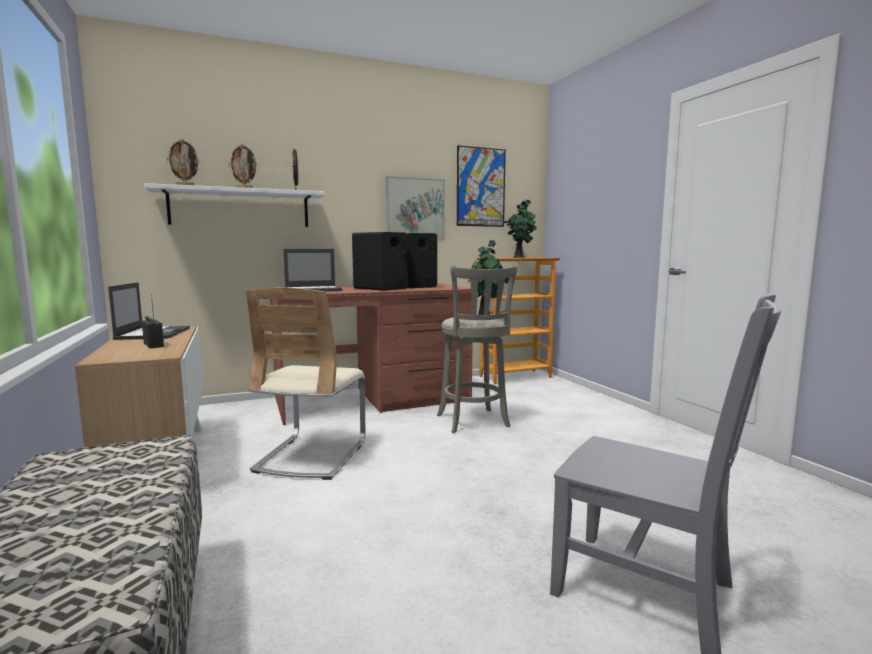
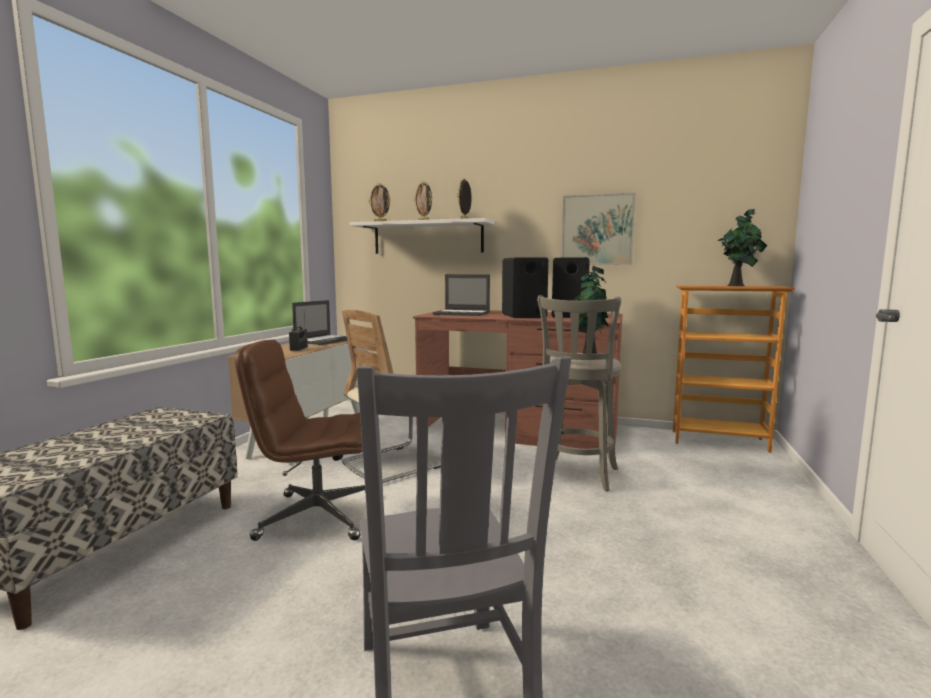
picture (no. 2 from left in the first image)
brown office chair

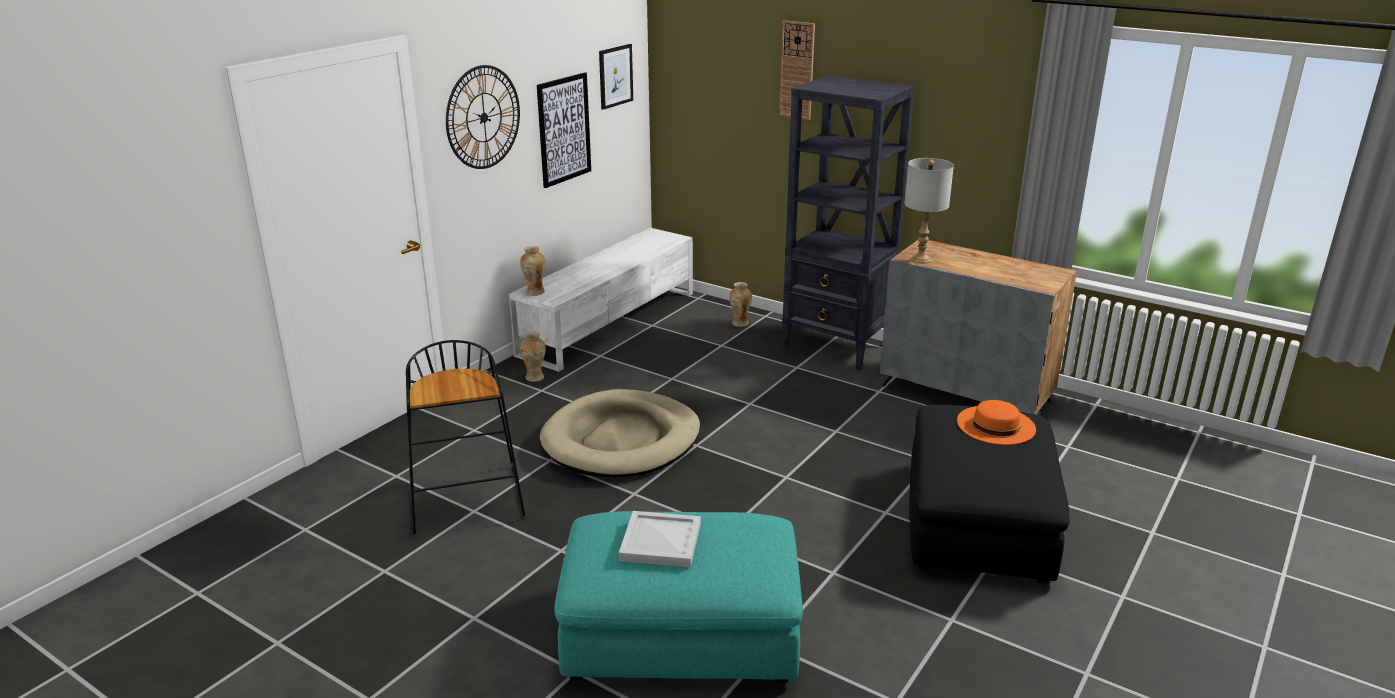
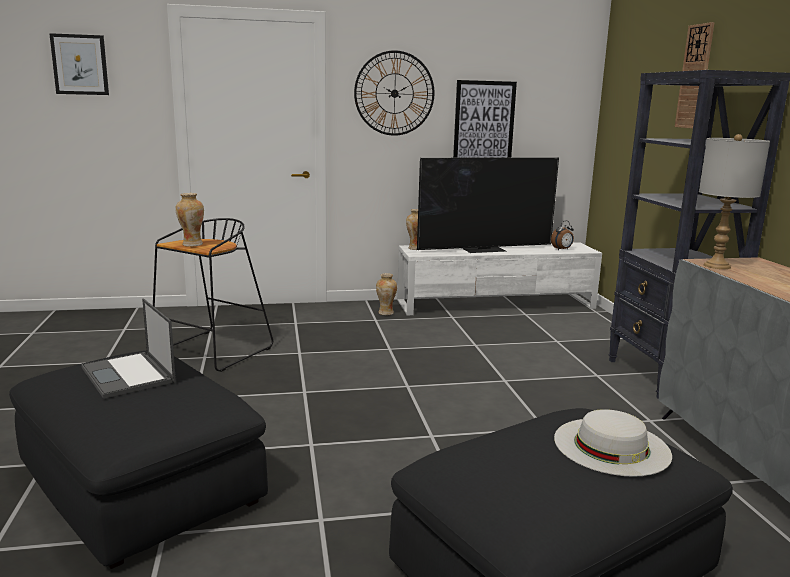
picture (no. 1 from left)
vase (no. 1 from left)
beige dog bed
white hat
black ottoman (no. 1 from left)
laptop
television
alarm clock

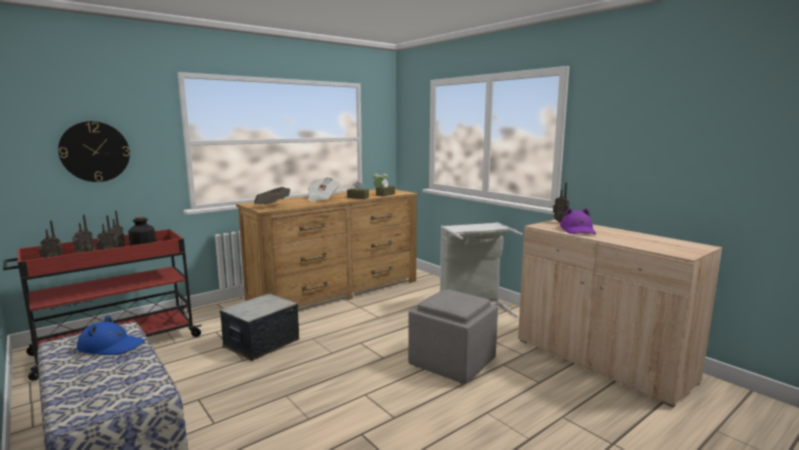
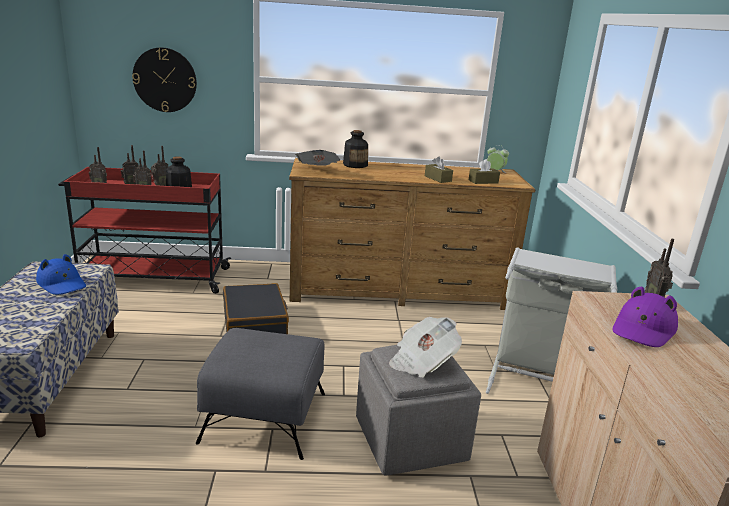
newspaper (no. 2 from left)
black suitcase
bottle (no. 2 from left)
grey ottoman (no. 1 from left)

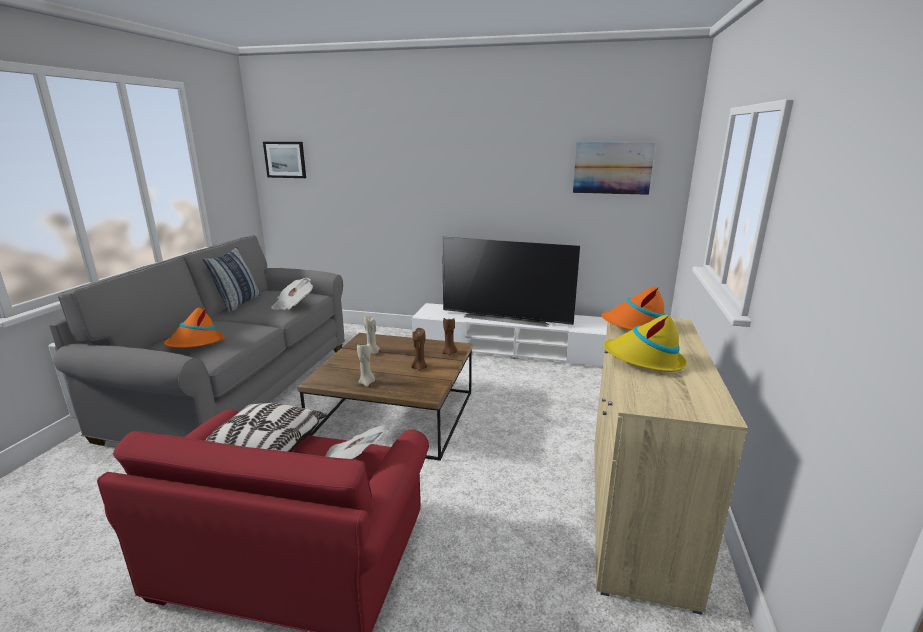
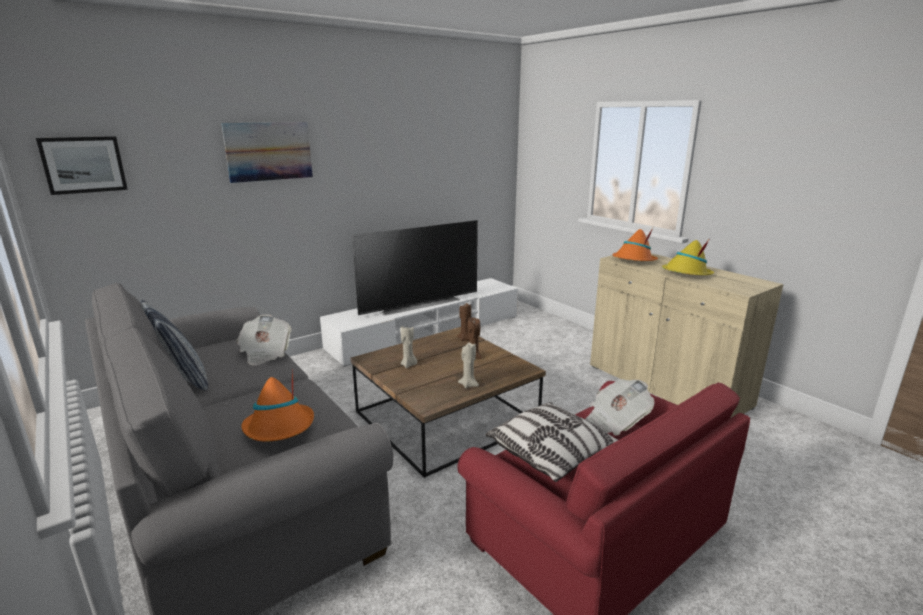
picture (no. 2 from left)

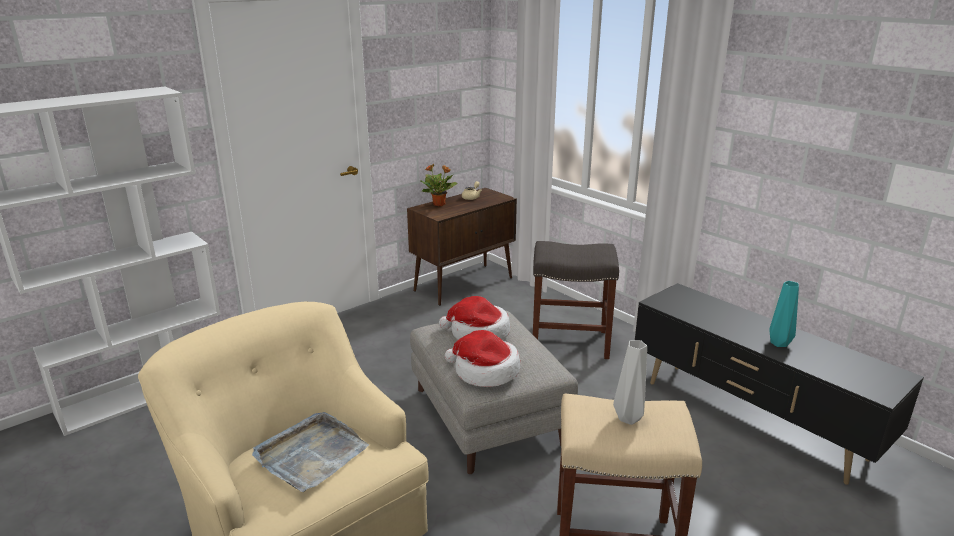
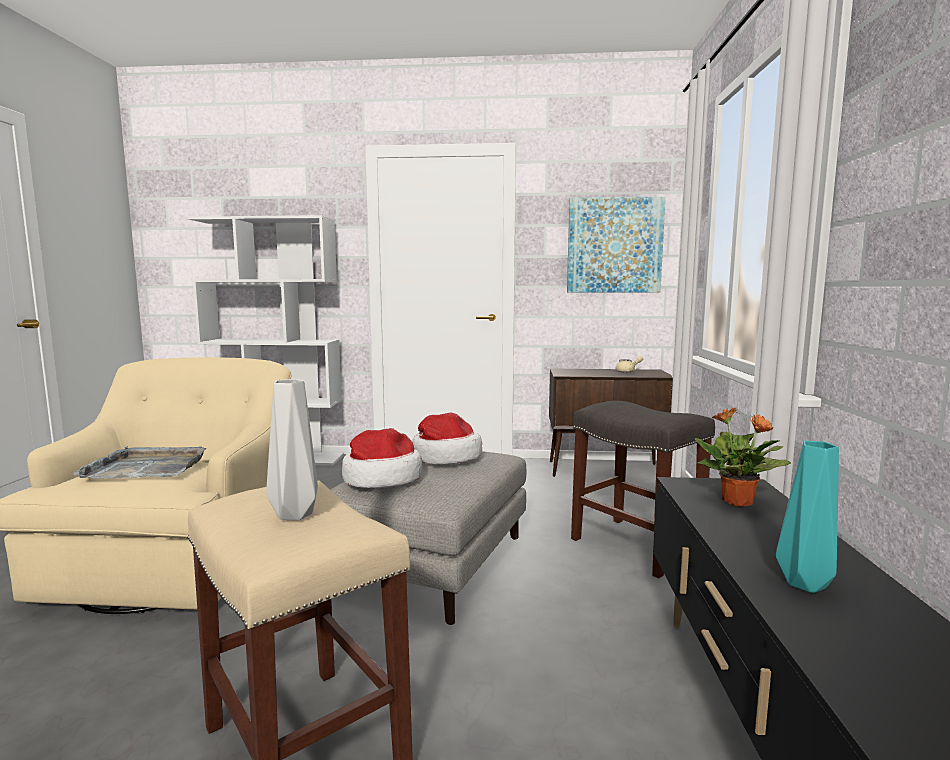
potted plant
picture

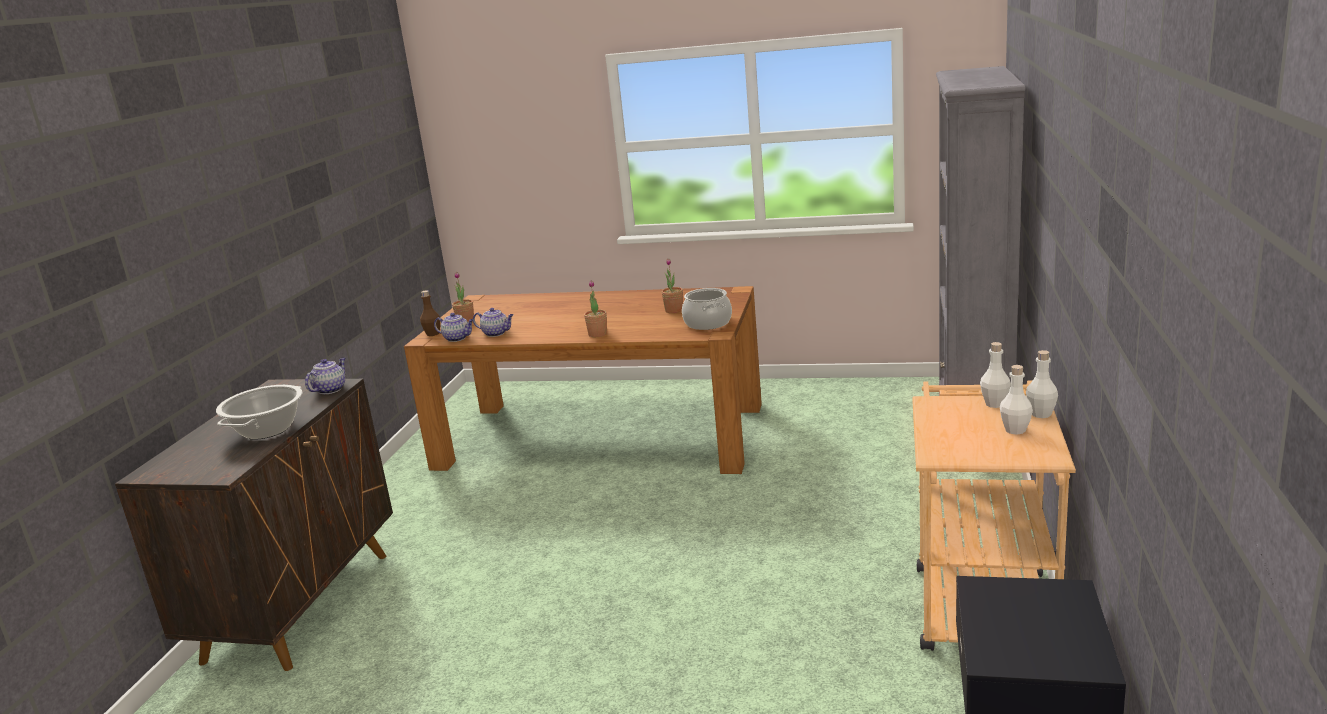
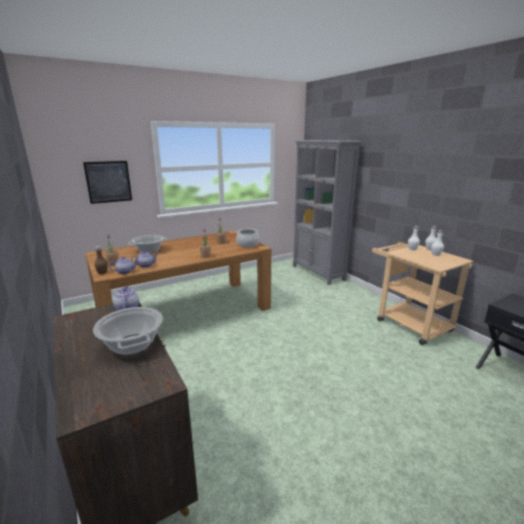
picture
cooking pot (no. 2 from left)

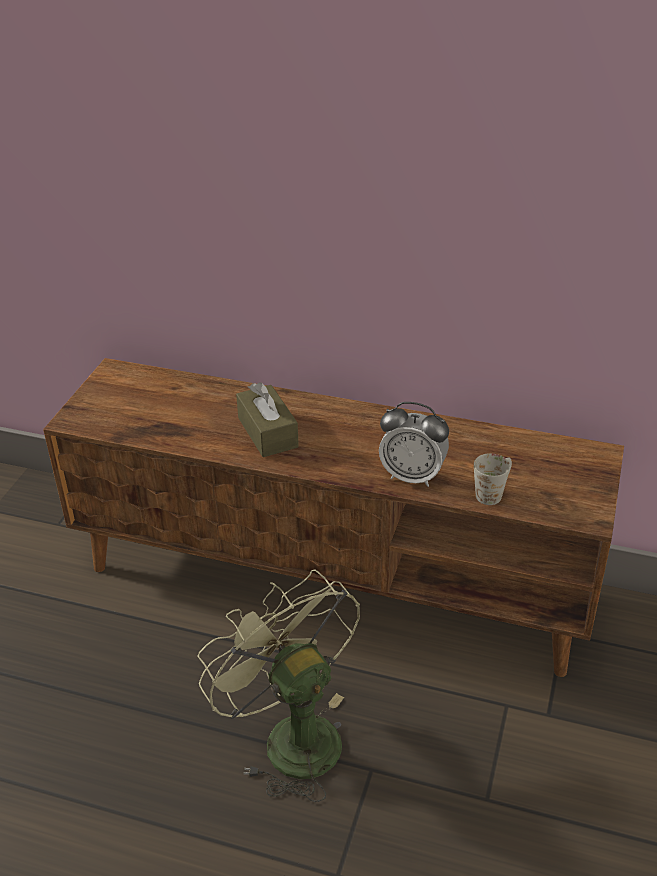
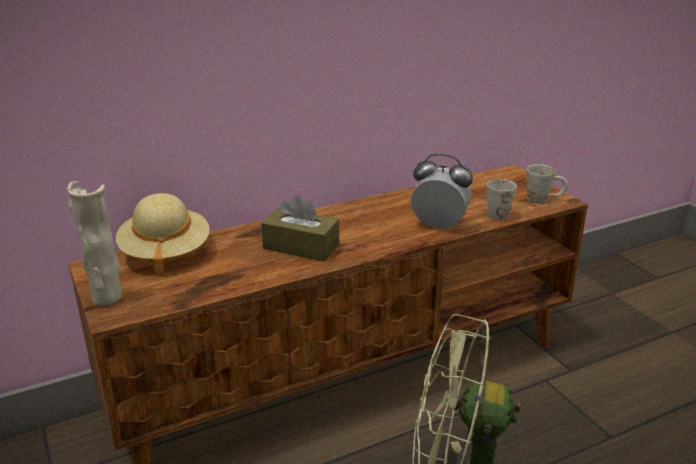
alarm clock
white mug (no. 2 from left)
beige vase
beige hat

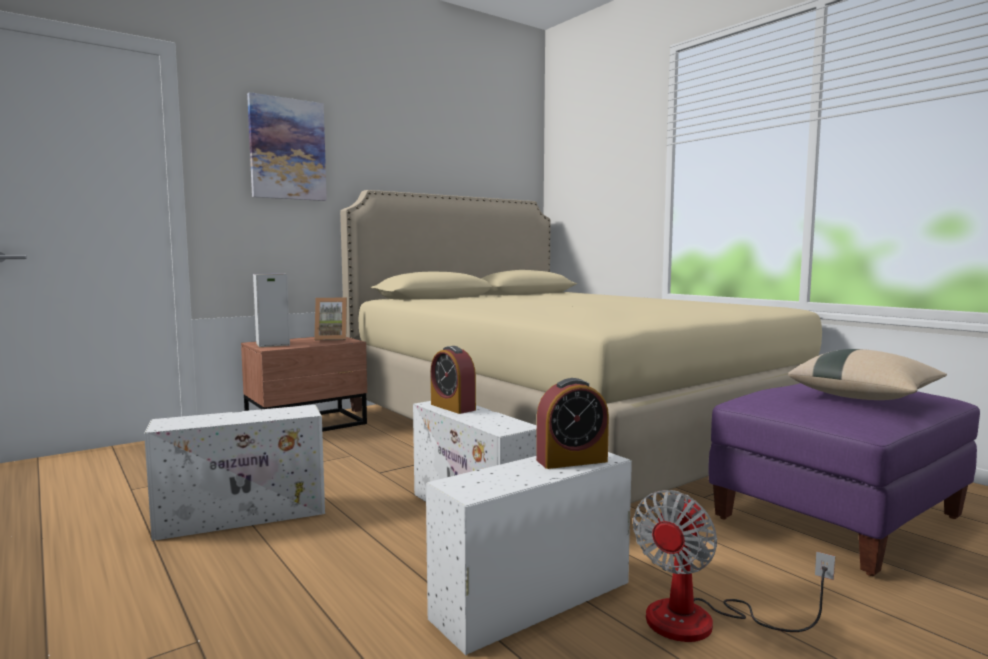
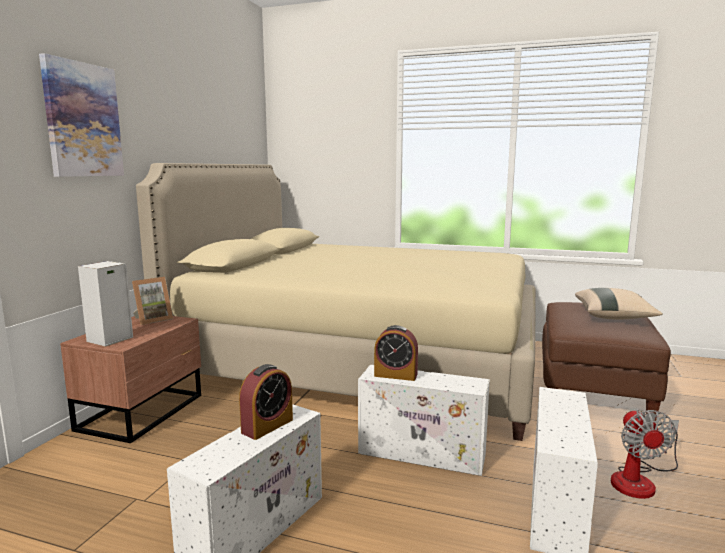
alarm clock (no. 1 from left)
brown ottoman

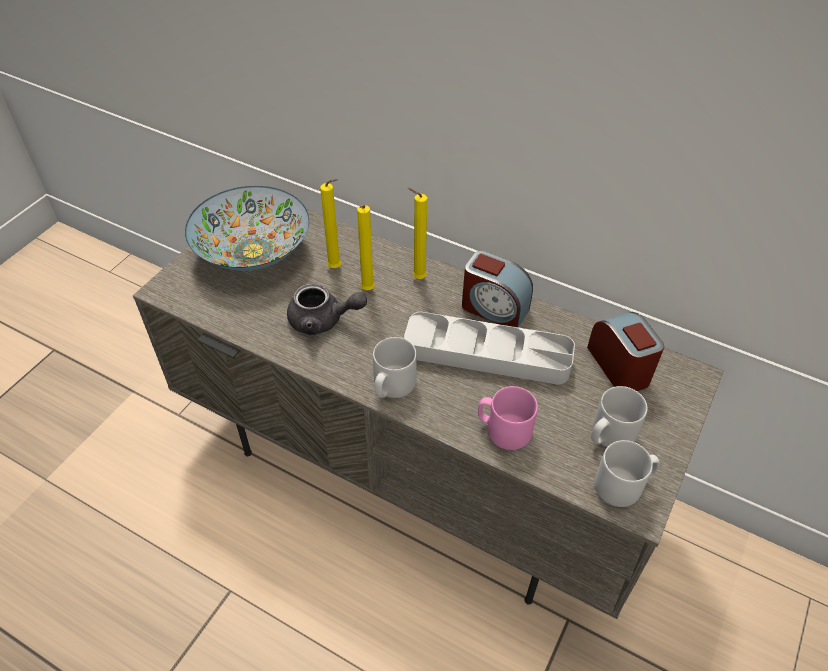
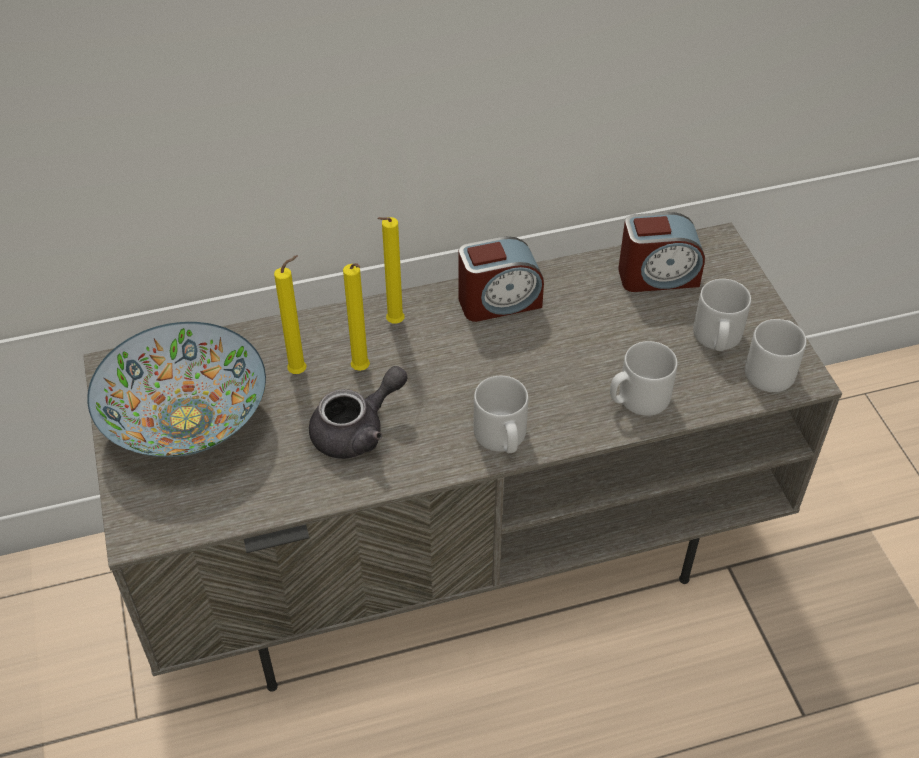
grey tray
alarm clock (no. 2 from left)
grey mug (no. 2 from left)

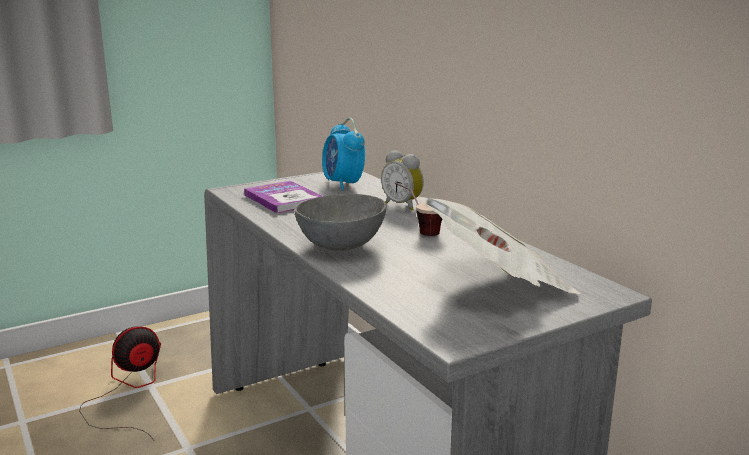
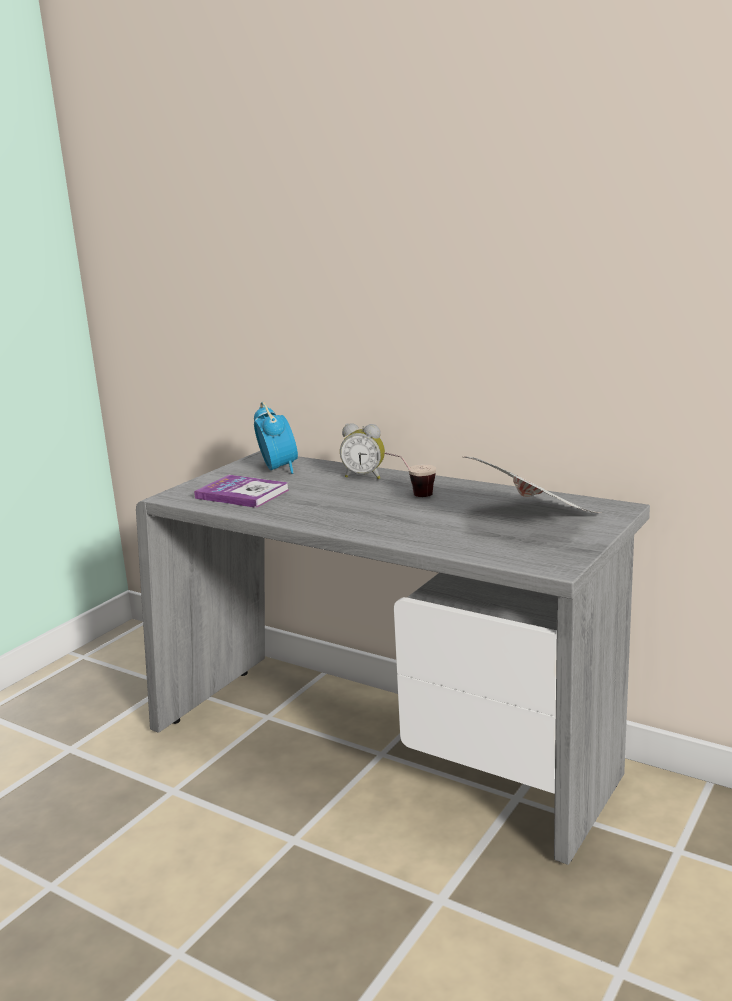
alarm clock (no. 1 from left)
grey bowl
fan

